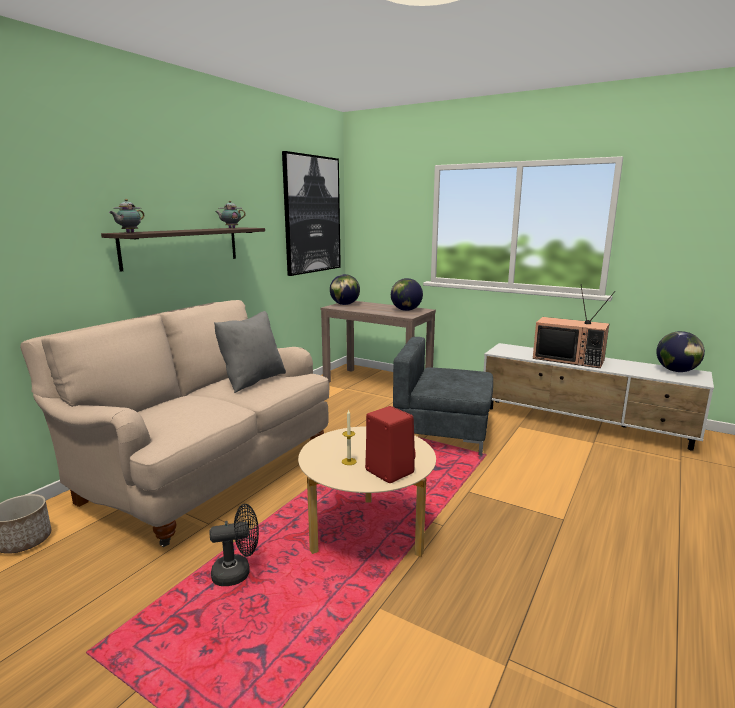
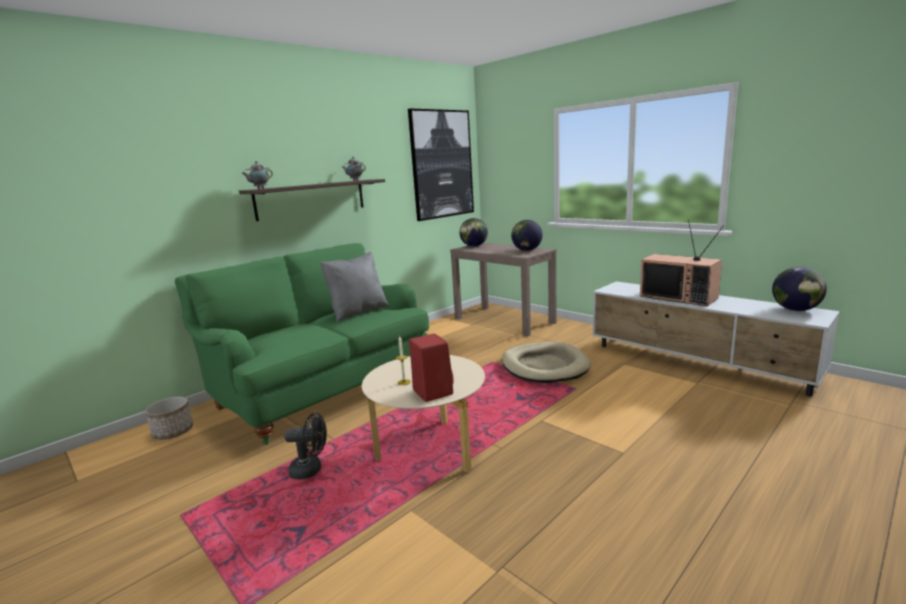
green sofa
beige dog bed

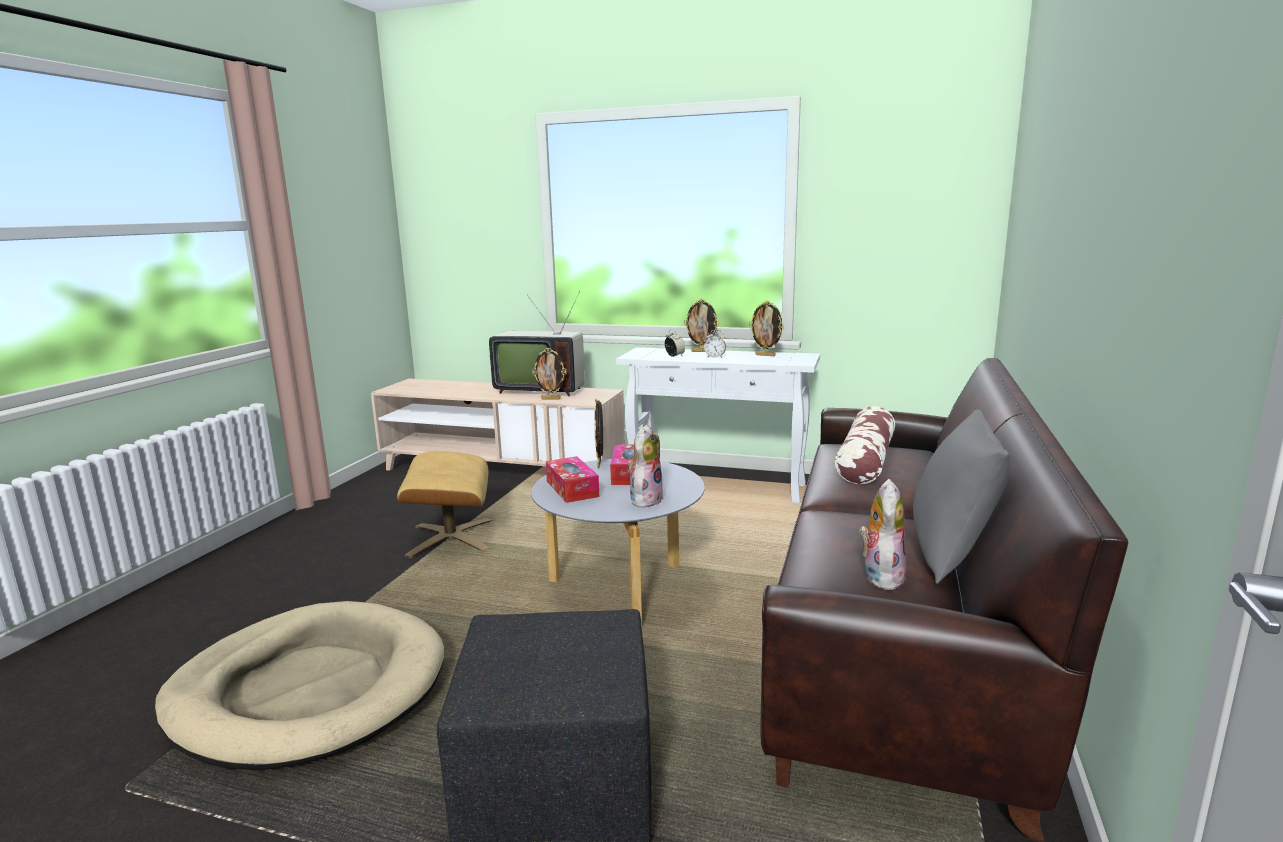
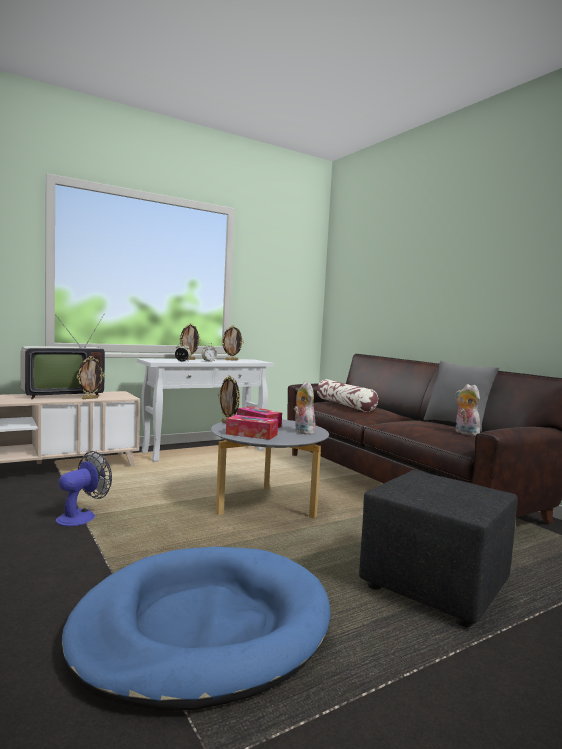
fan
blue dog bed

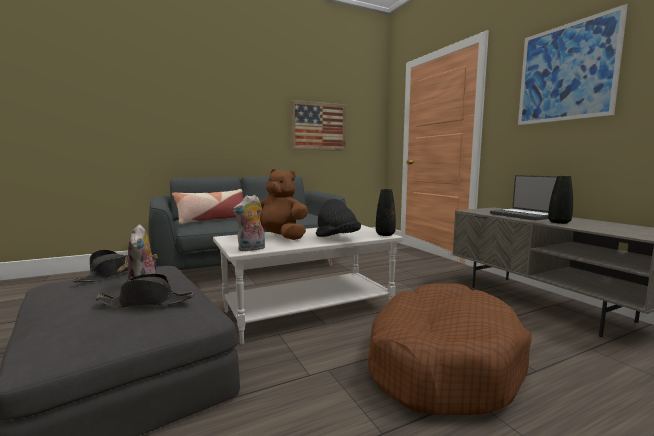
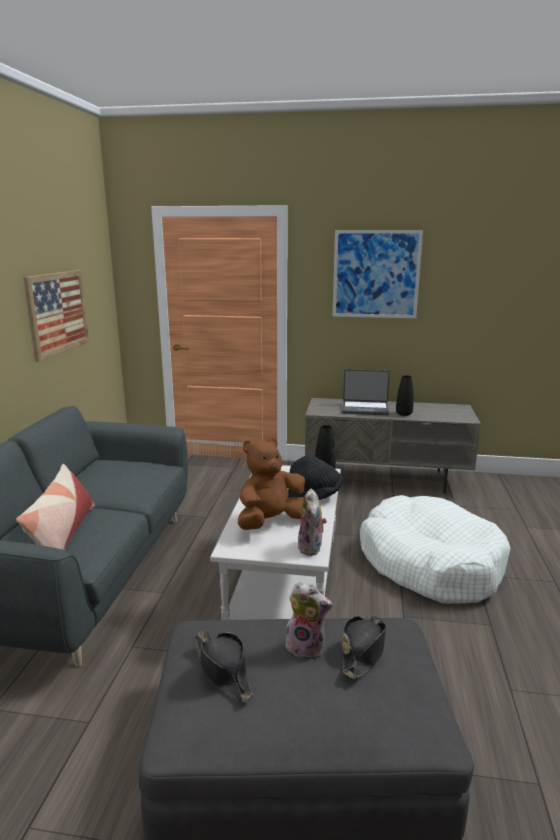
white dog bed

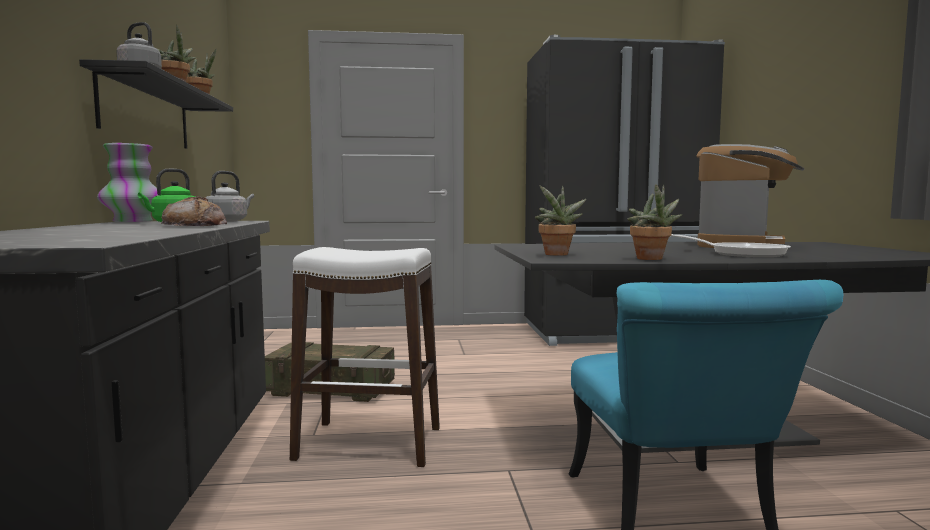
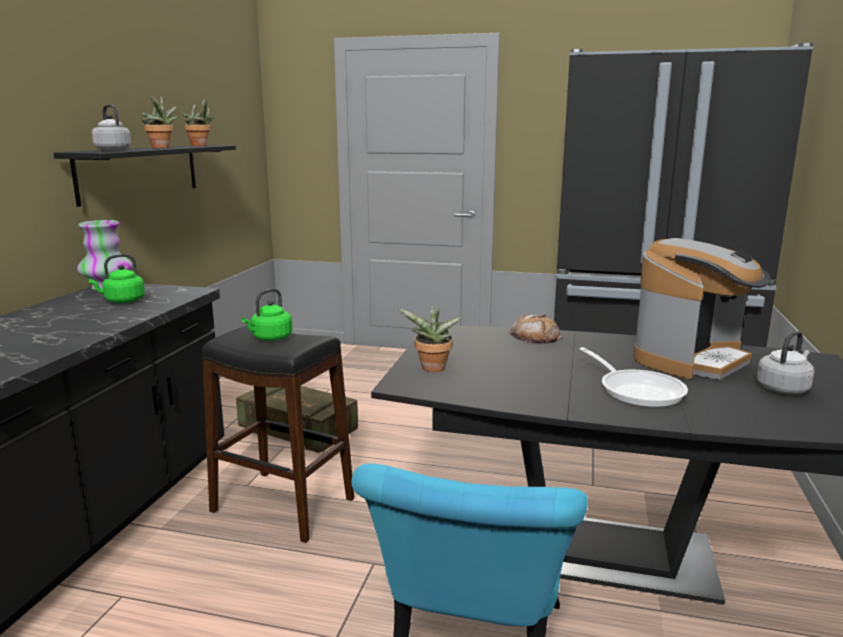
grey kettle (no. 2 from left)
potted plant (no. 4 from left in the first image)
bread
black stool
green kettle (no. 2 from left)

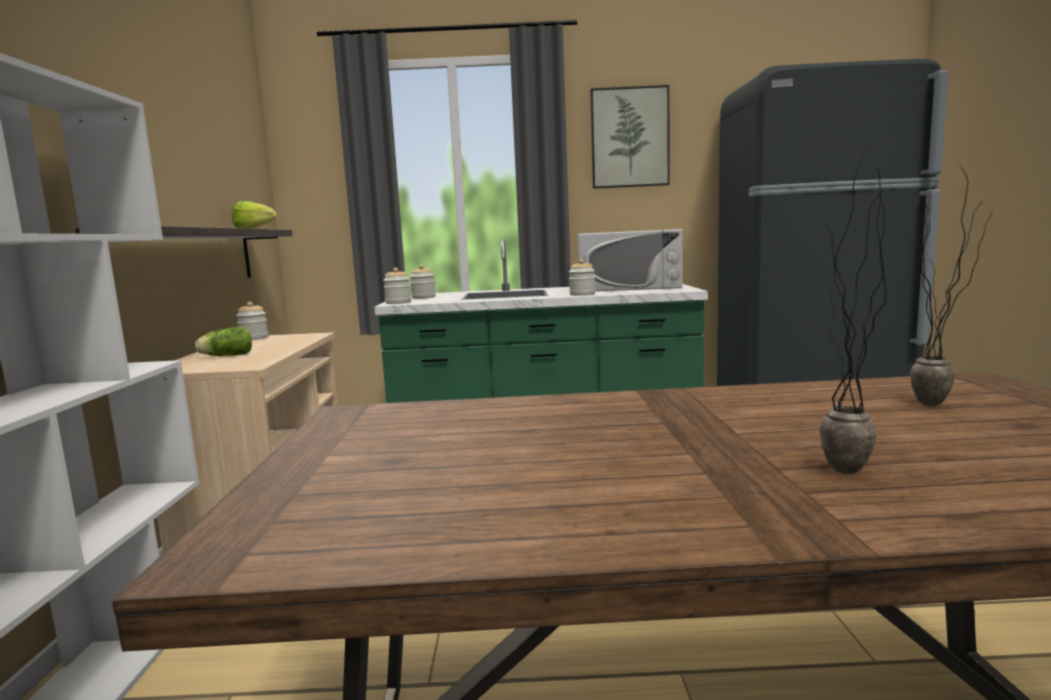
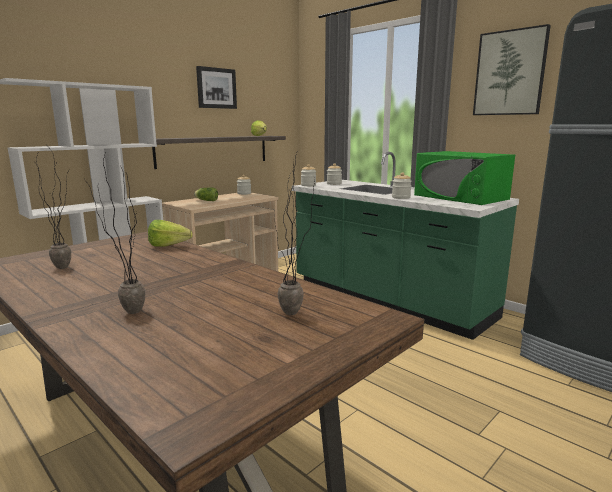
green microwave
picture (no. 1 from left)
potted plant (no. 1 from left)
lettuce (no. 1 from left)

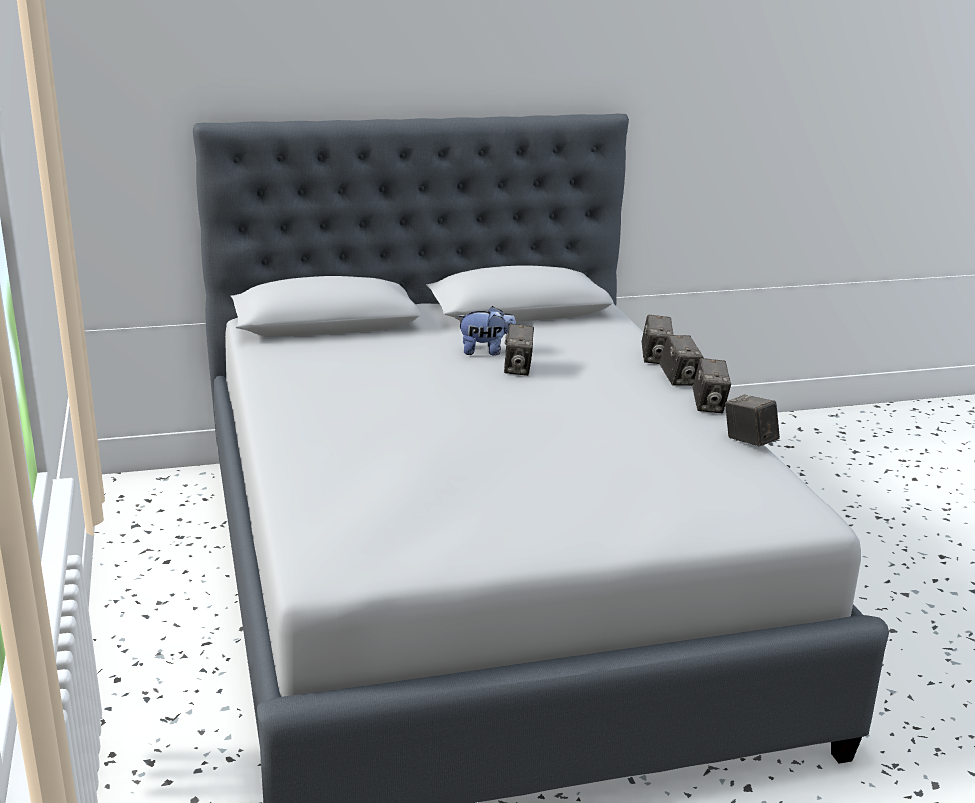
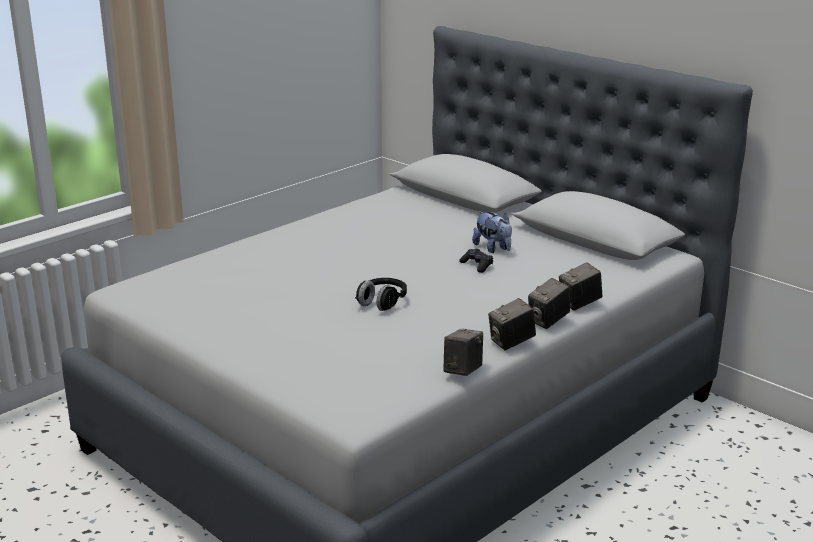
black game controller
black headphones

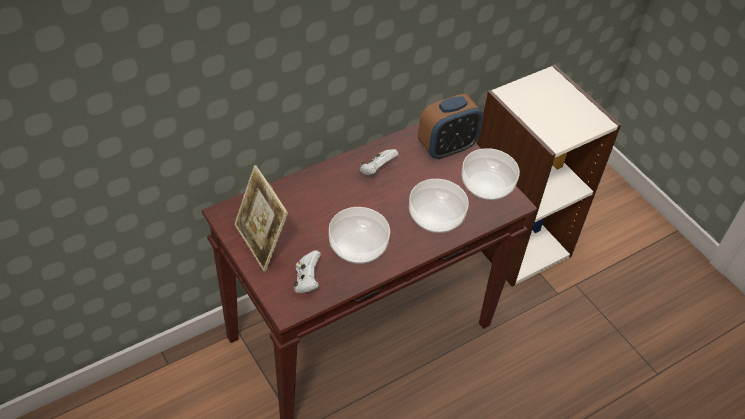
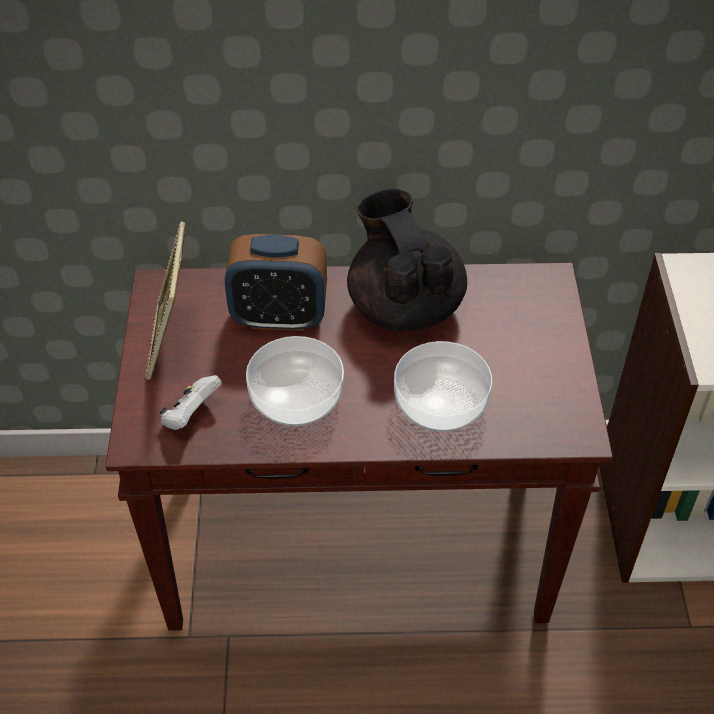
alarm clock
bowl (no. 3 from left in the first image)
black teapot

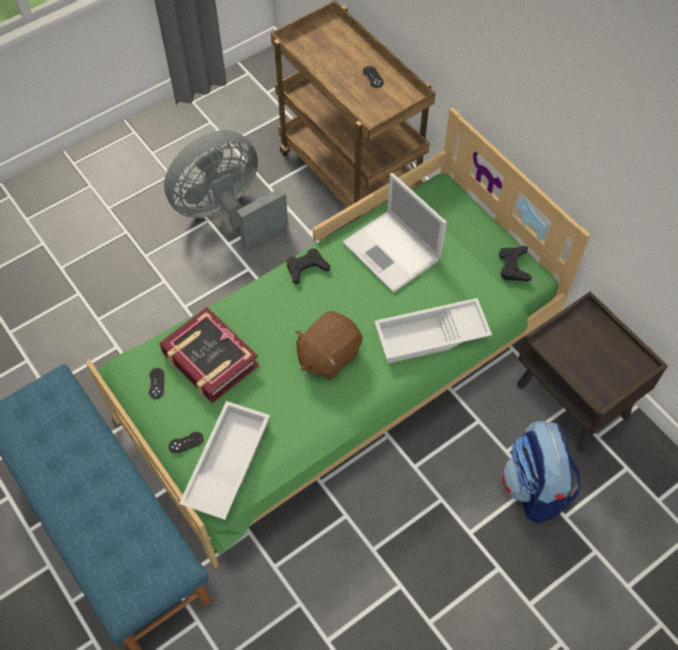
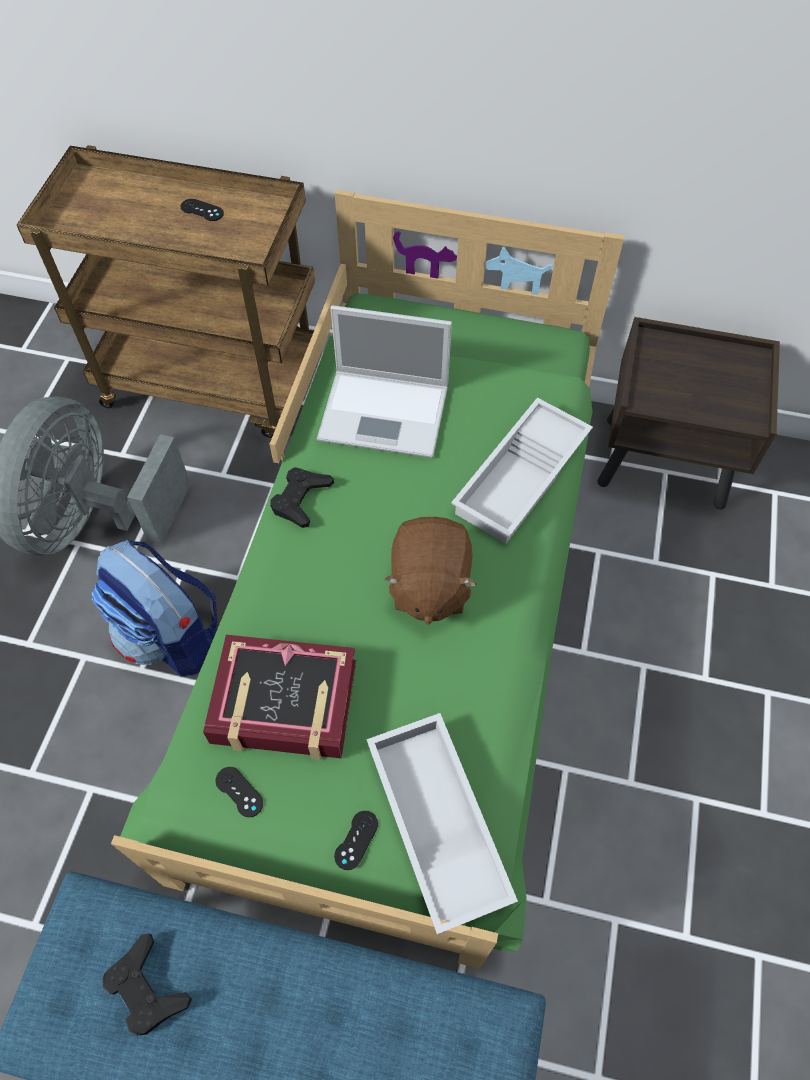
black game controller (no. 1 from left)
backpack

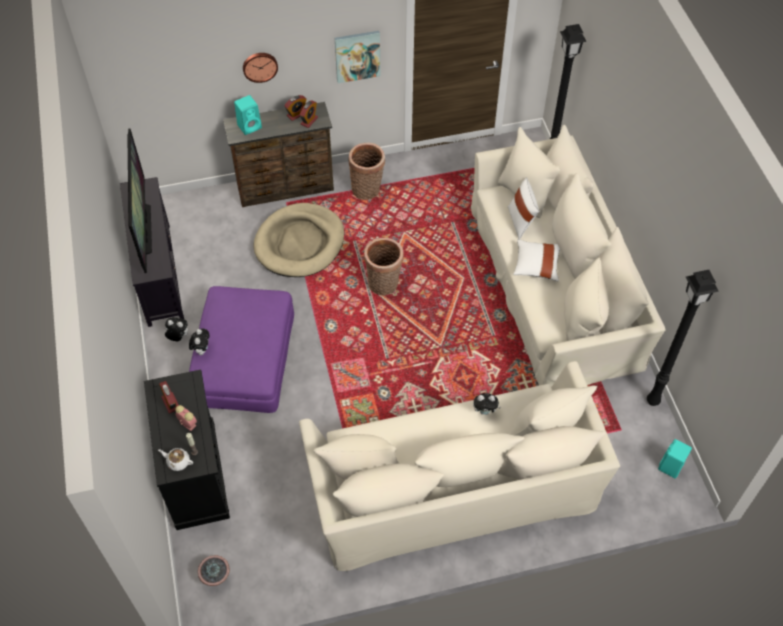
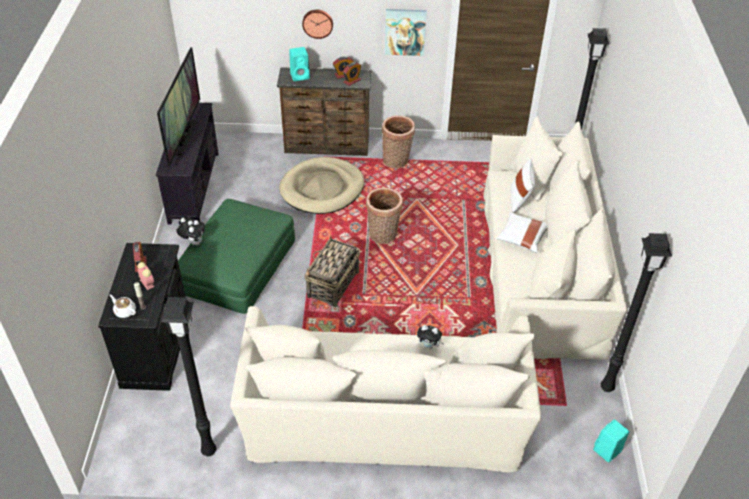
green ottoman
potted plant
basket (no. 1 from left)
black floor lamp (no. 1 from left)

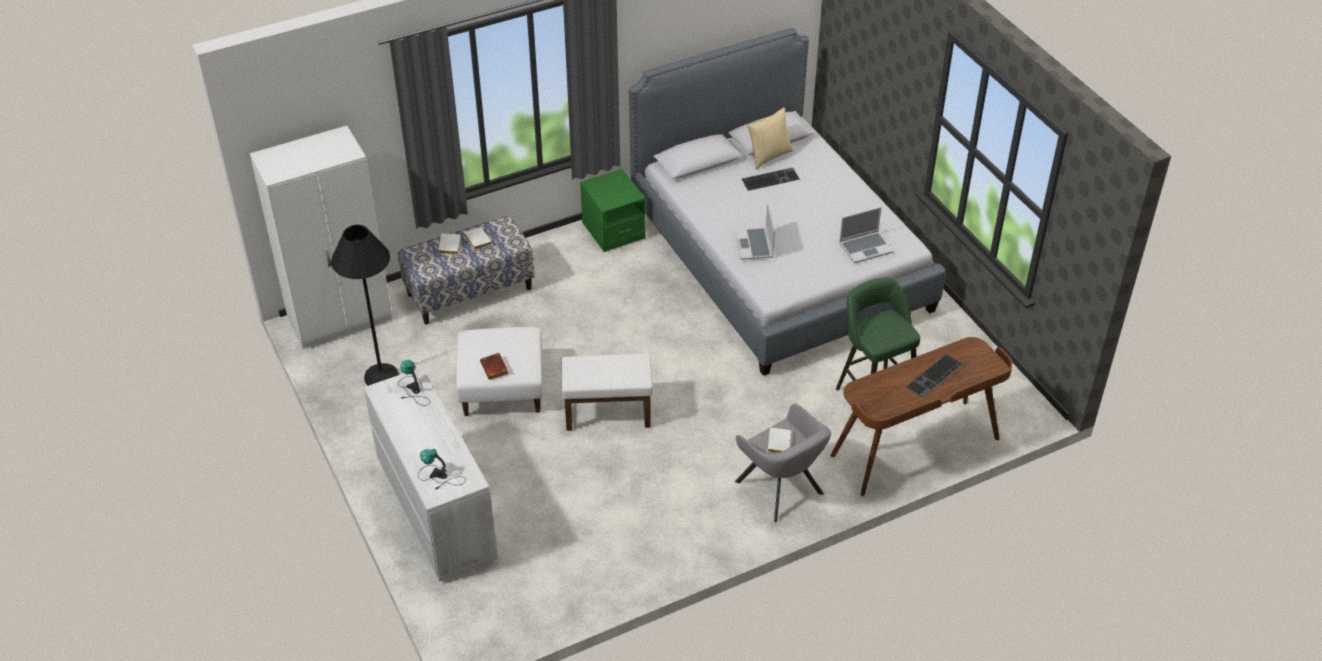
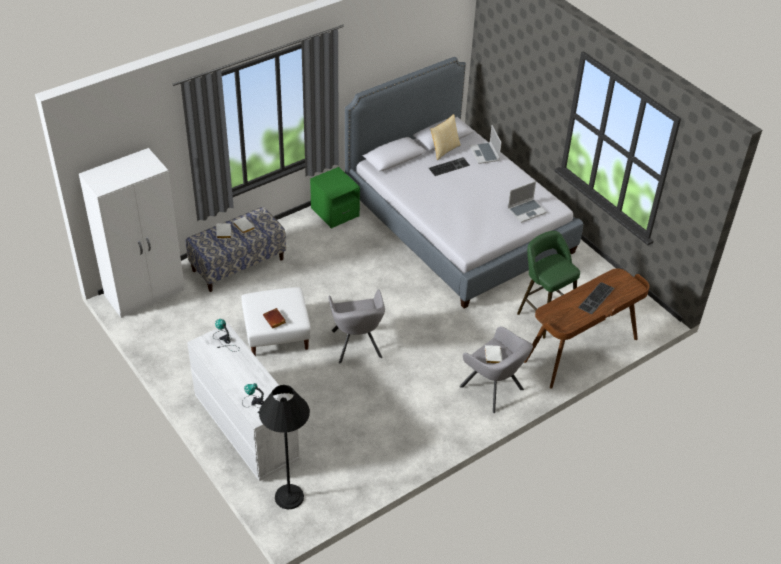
laptop (no. 1 from left)
black floor lamp
grey armchair (no. 1 from left)

